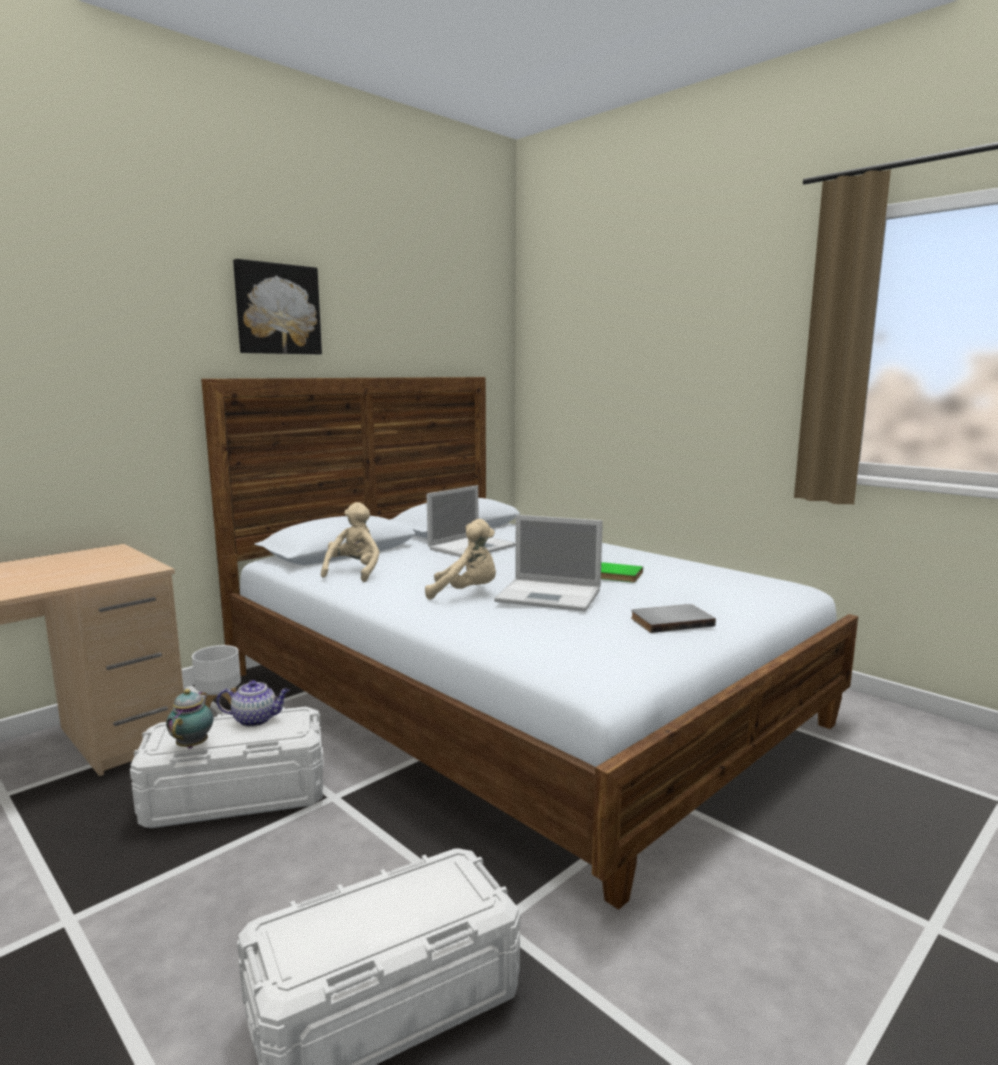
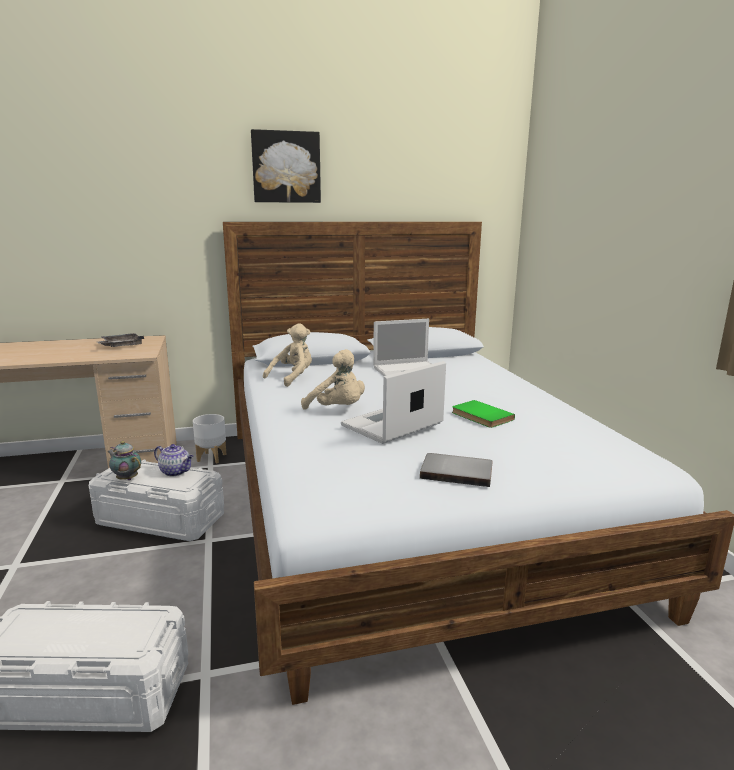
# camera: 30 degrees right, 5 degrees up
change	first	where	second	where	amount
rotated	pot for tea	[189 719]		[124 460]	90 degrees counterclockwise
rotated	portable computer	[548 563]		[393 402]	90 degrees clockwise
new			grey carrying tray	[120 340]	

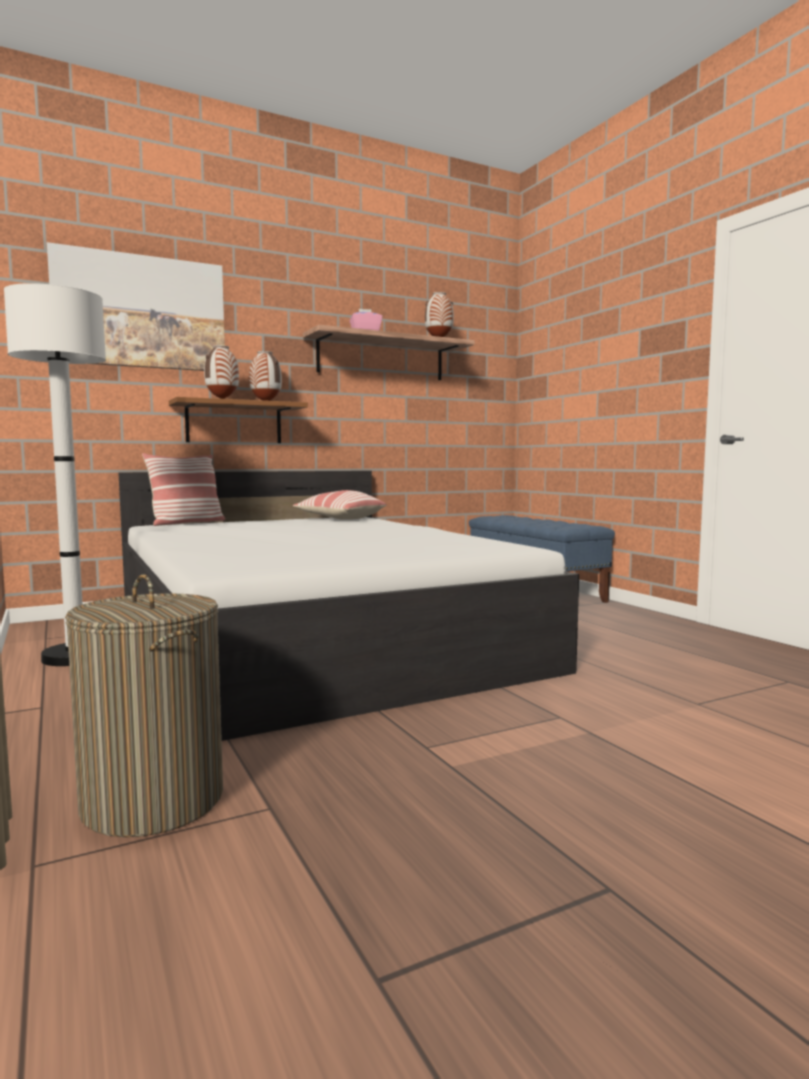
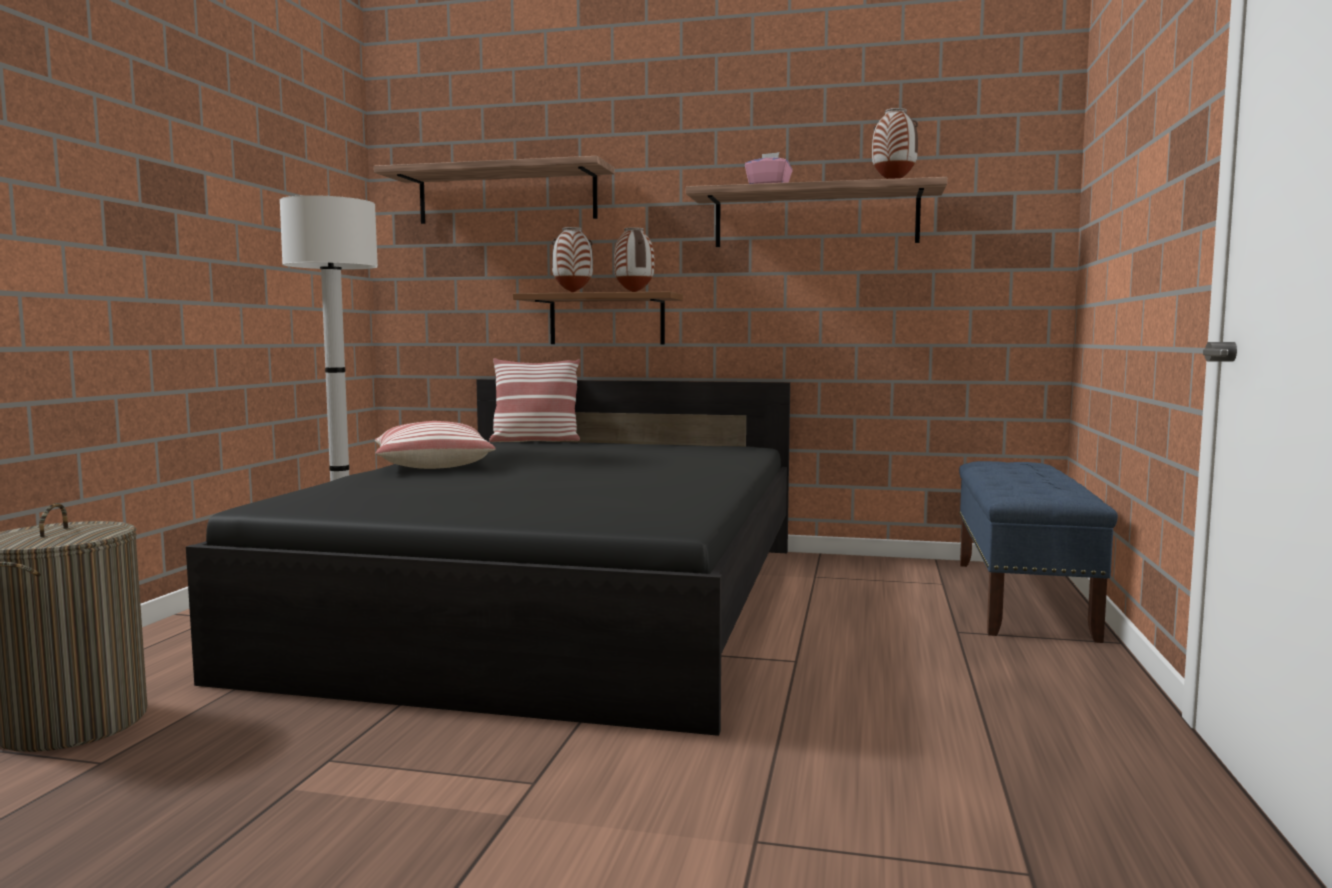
# camera: 40 degrees right, 0 degrees up
change	first	where	second	where	amount
swapped	wall picture	[136 306]	shelf	[494 190]	
repainted	white bed	[349 606]	blackish bed	[488 557]	
shifted	throw pillow	[340 505]		[435 445]	

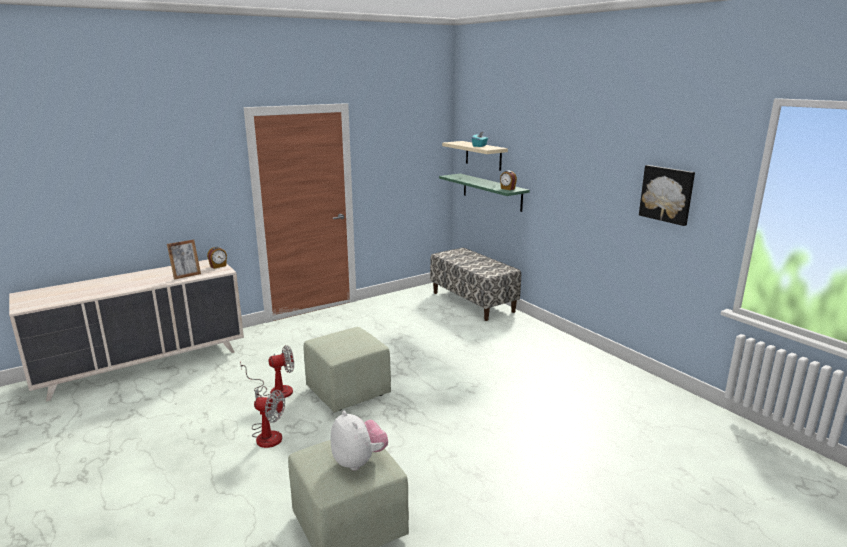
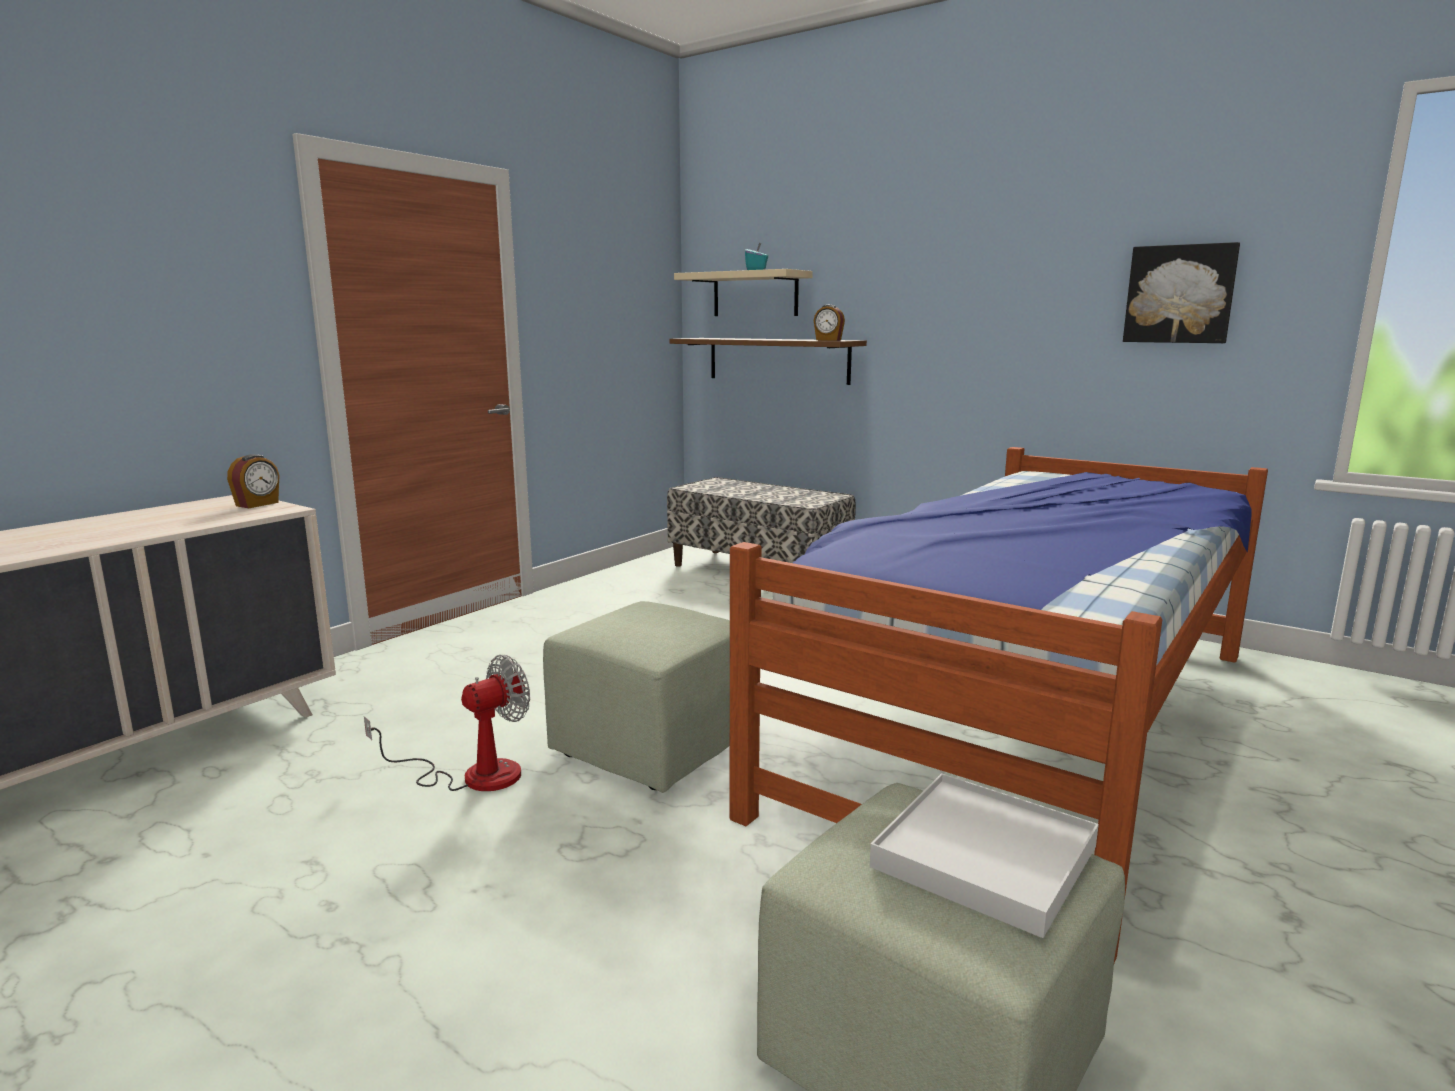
# camera: 20 degrees left, 5 degrees down
change	first	where	second	where	amount
gone	standing frame	[184 259]			
gone	electric fan	[268 418]			
swapped	soft toy	[359 441]	white carrying tray	[984 855]	
repainted	green-coloured shelf	[484 193]	brown-coloured shelf	[768 361]	
new			bed	[999 705]	

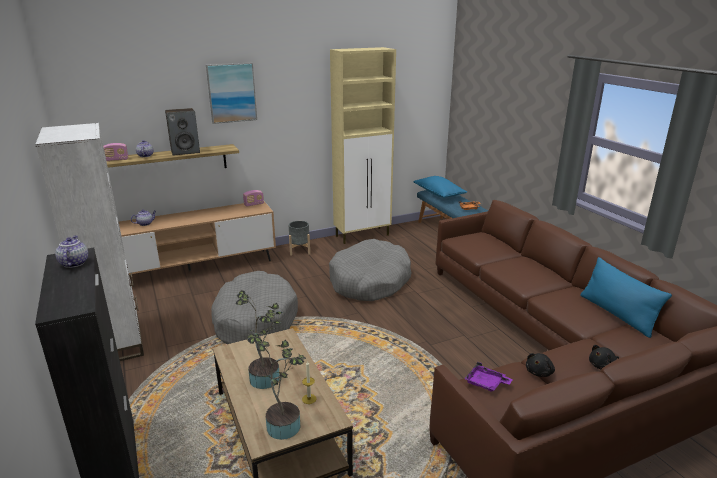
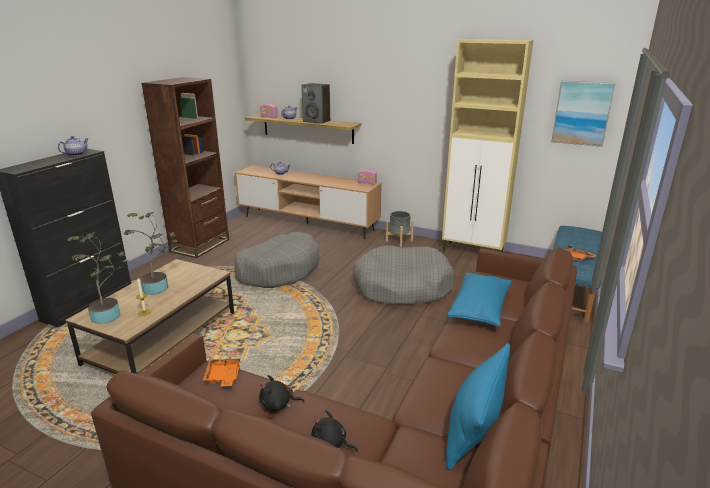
# camera: 50 degrees right, 0 degrees up
change	first	where	second	where	amount
repainted	white bookcase	[89 242]	brown-coloured bookcase	[185 167]	
shifted	wall picture	[231 93]		[583 114]	
shifted	blue throw pillow	[440 187]		[479 300]	
repainted	purple-coloured carrying tray	[488 377]	orange carrying tray	[221 372]	

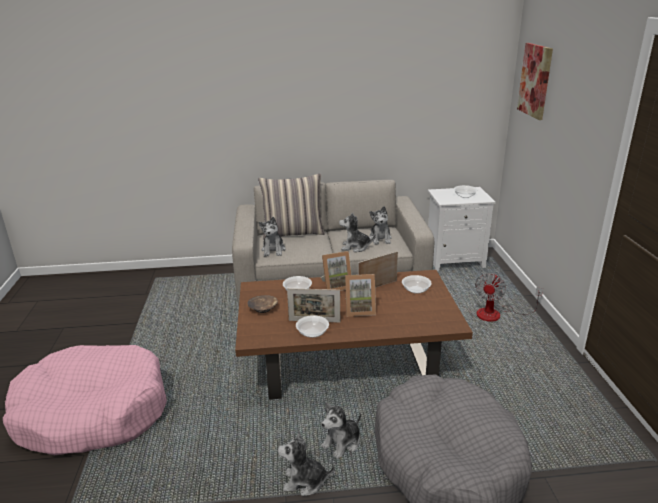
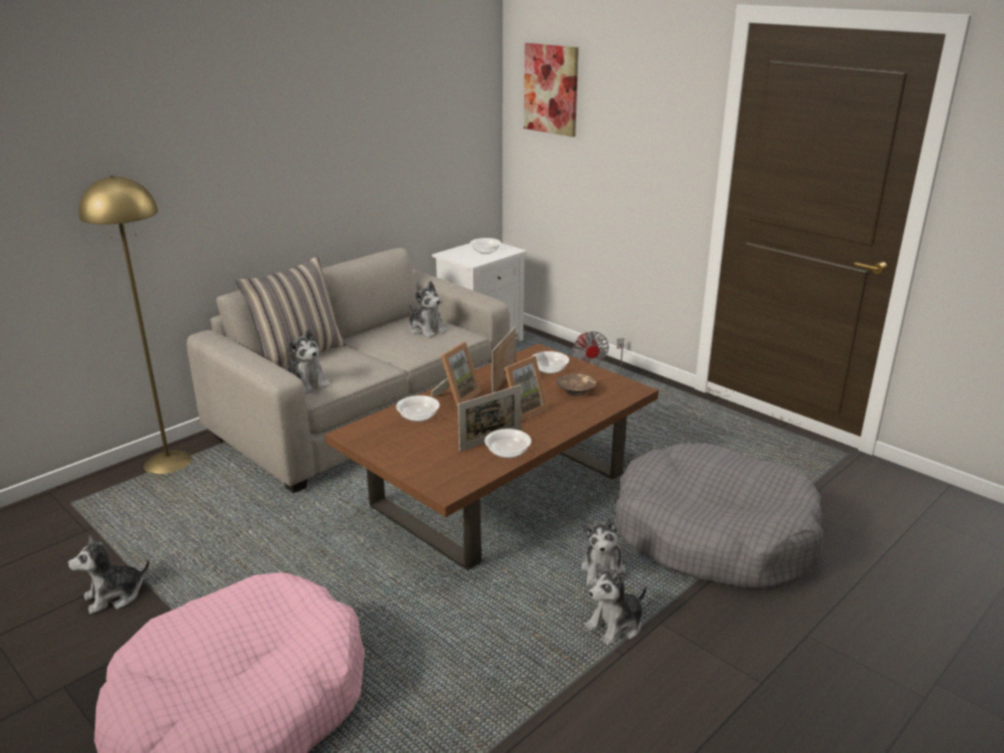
# camera: 40 degrees left, 0 degrees up
change	first	where	second	where	amount
shifted	brown-coloured bowl	[263 304]		[576 385]	
shifted	soft toy	[357 232]		[109 574]	
new			yellow floor lamp	[135 324]	

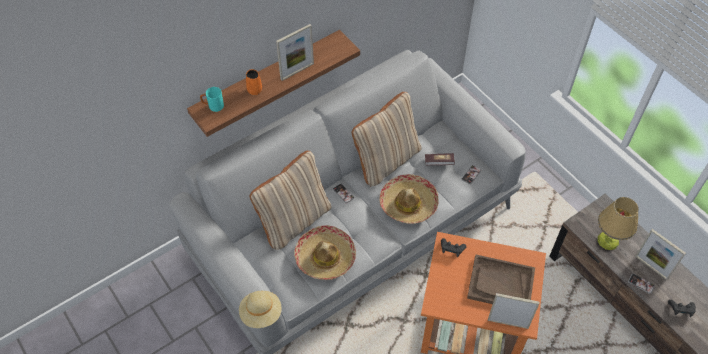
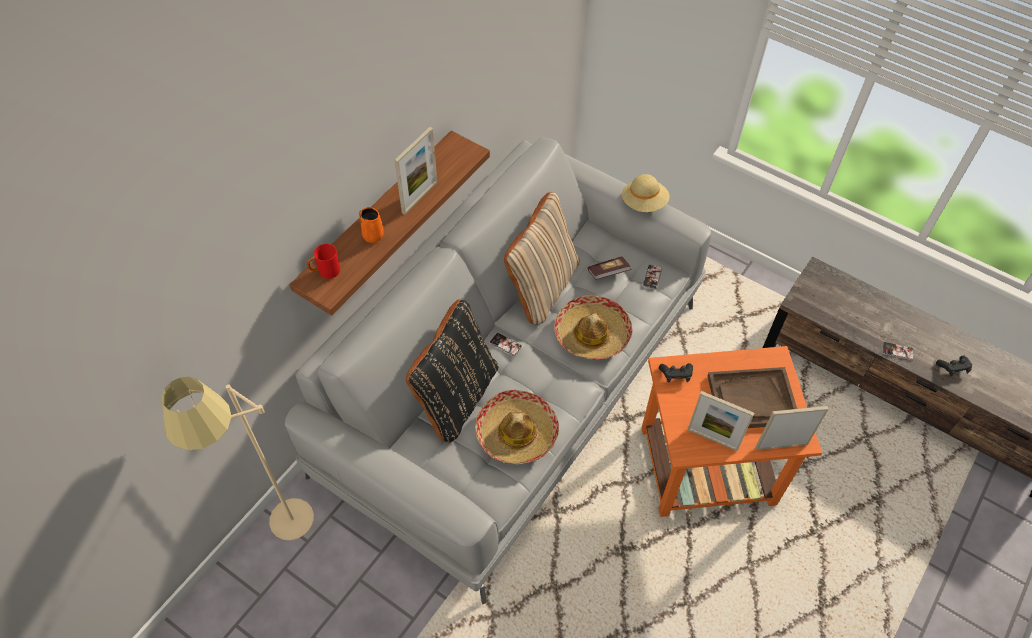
# camera: 20 degrees left, 0 degrees up
change	first	where	second	where	amount
repainted	turquoise mug	[212 99]	reddish mug	[323 261]	
shifted	beige-coloured clothing hat	[260 309]		[646 193]	
repainted	beige-coloured throw pillow	[290 200]	blackish throw pillow	[452 371]	
gone	table lamp	[618 223]			
shifted	standing frame	[660 254]		[721 421]	
new			beige-coloured floor lamp	[238 458]	

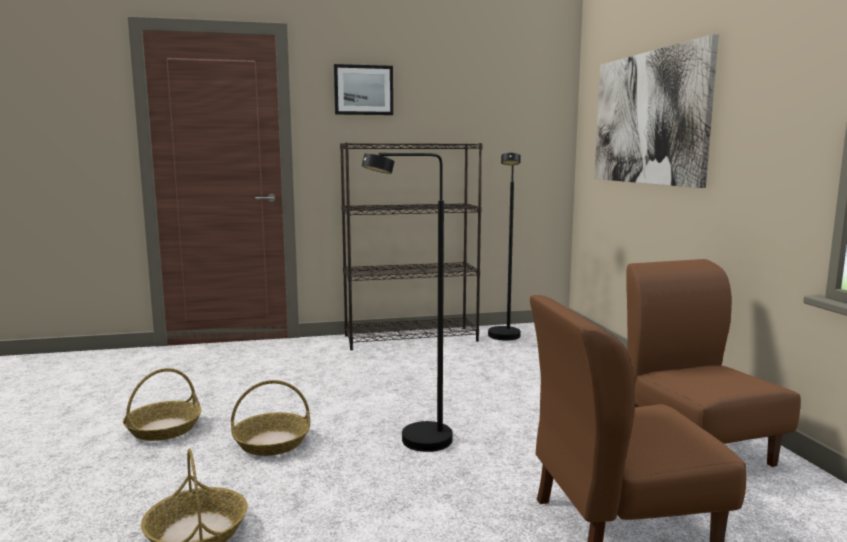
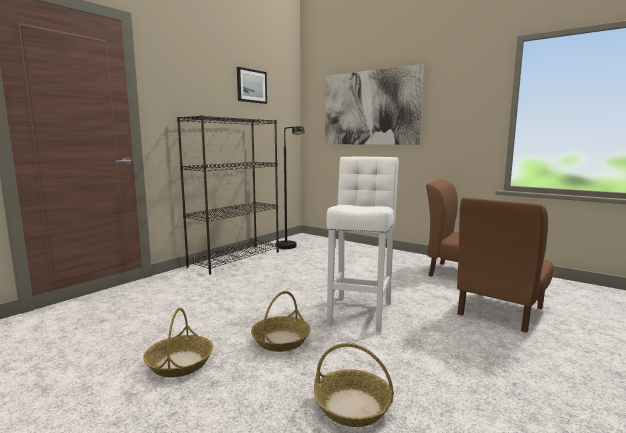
# camera: 40 degrees left, 0 degrees up
change	first	where	second	where	amount
shifted	wall picture	[363 89]		[252 85]	
swapped	blackish floor lamp	[407 302]	white stool seat	[363 244]	

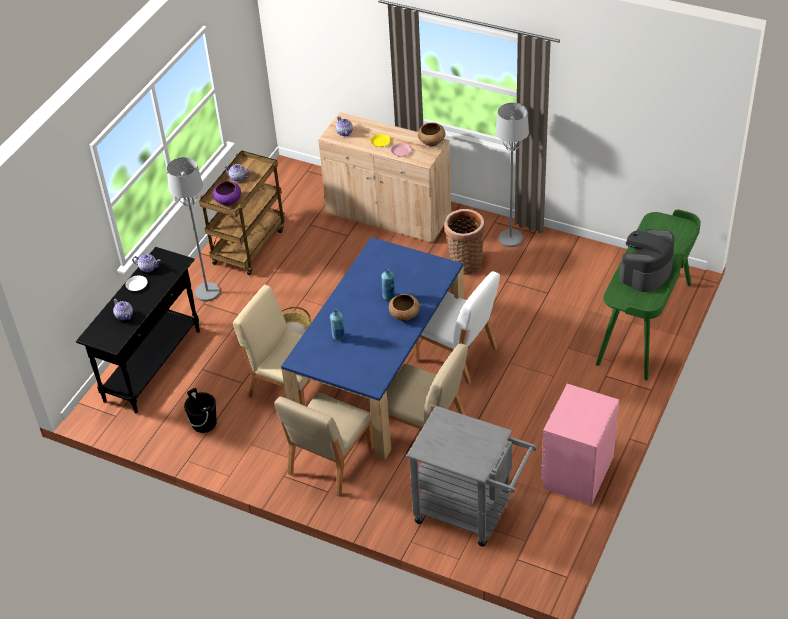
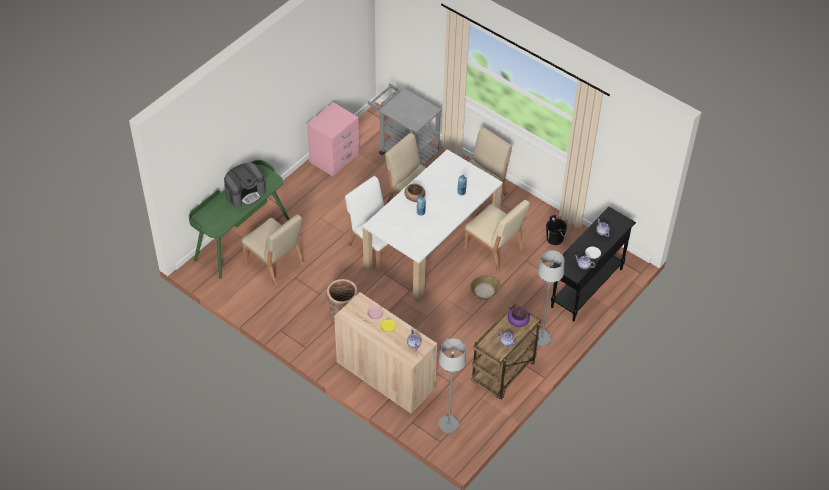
# camera: 170 degrees left, 5 degrees up
change	first	where	second	where	amount
repainted	blue dinner table	[372 349]	white dinner table	[433 225]	
gone	brown-coloured bowl	[431 135]			
shifted	grey floor lamp	[512 175]		[452 385]	
new			beige-coloured plain chair	[273 250]	

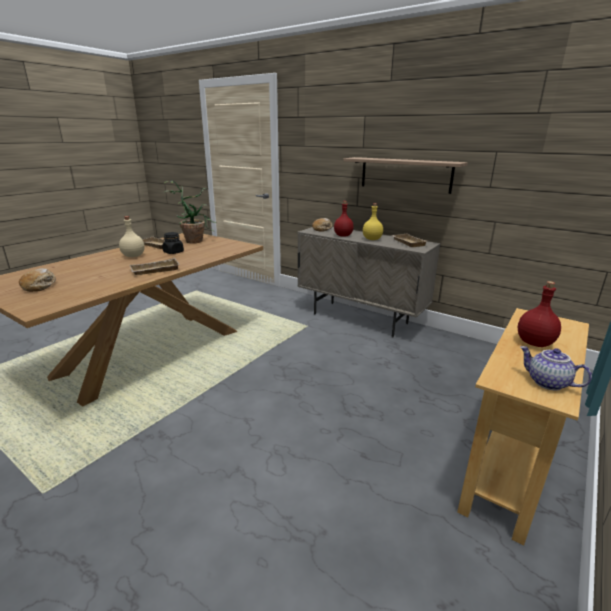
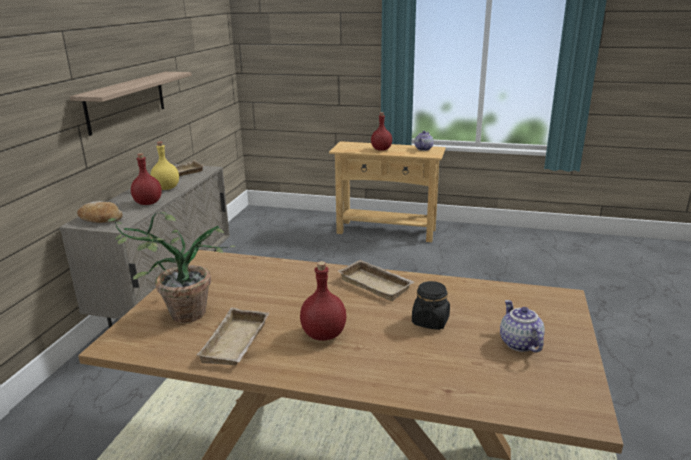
# camera: 110 degrees left, 0 degrees up
change	first	where	second	where	amount
swapped	bread	[37 280]	pot for tea	[522 326]	
repainted	beige-coloured drink bottle	[132 236]	reddish drink bottle	[323 300]	
shifted	blackish preserve jar	[173 243]		[431 305]	

